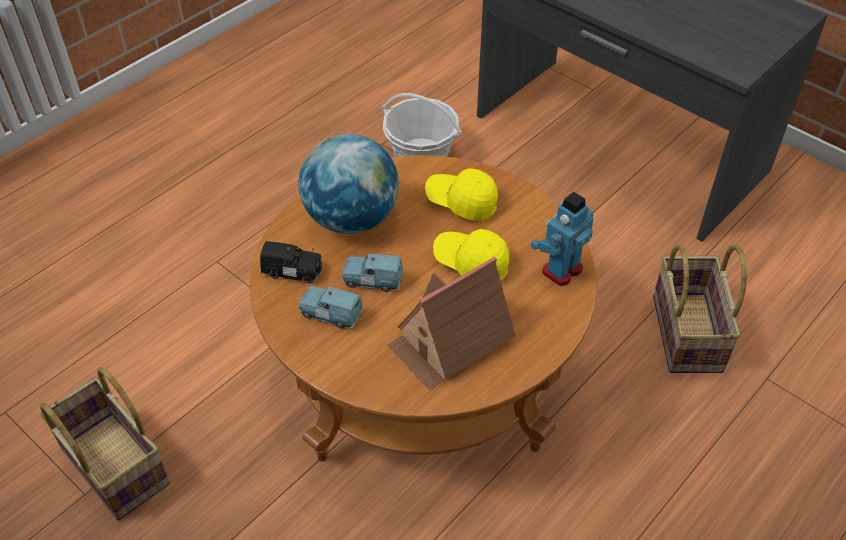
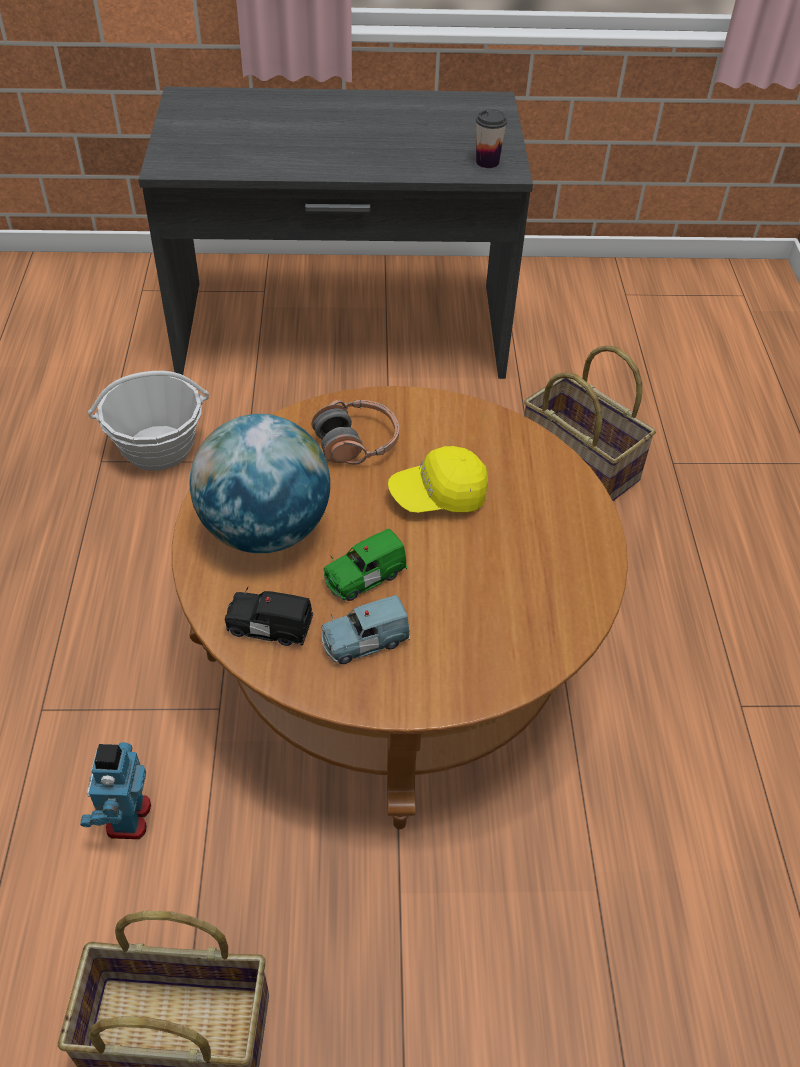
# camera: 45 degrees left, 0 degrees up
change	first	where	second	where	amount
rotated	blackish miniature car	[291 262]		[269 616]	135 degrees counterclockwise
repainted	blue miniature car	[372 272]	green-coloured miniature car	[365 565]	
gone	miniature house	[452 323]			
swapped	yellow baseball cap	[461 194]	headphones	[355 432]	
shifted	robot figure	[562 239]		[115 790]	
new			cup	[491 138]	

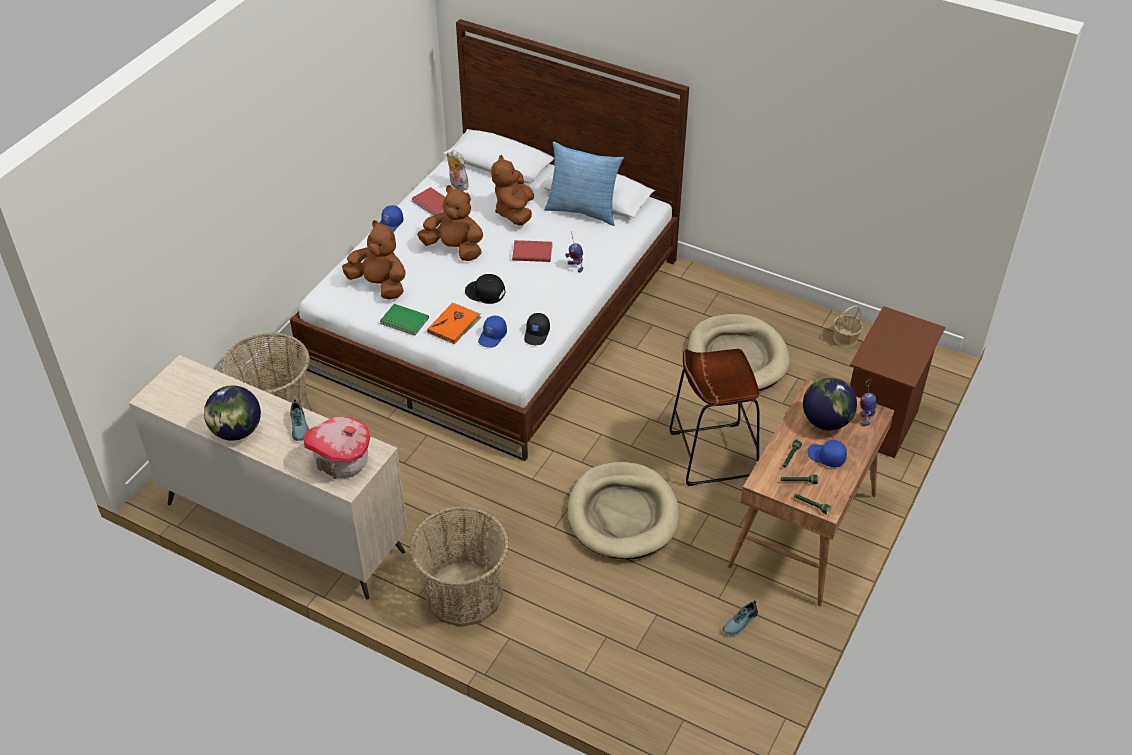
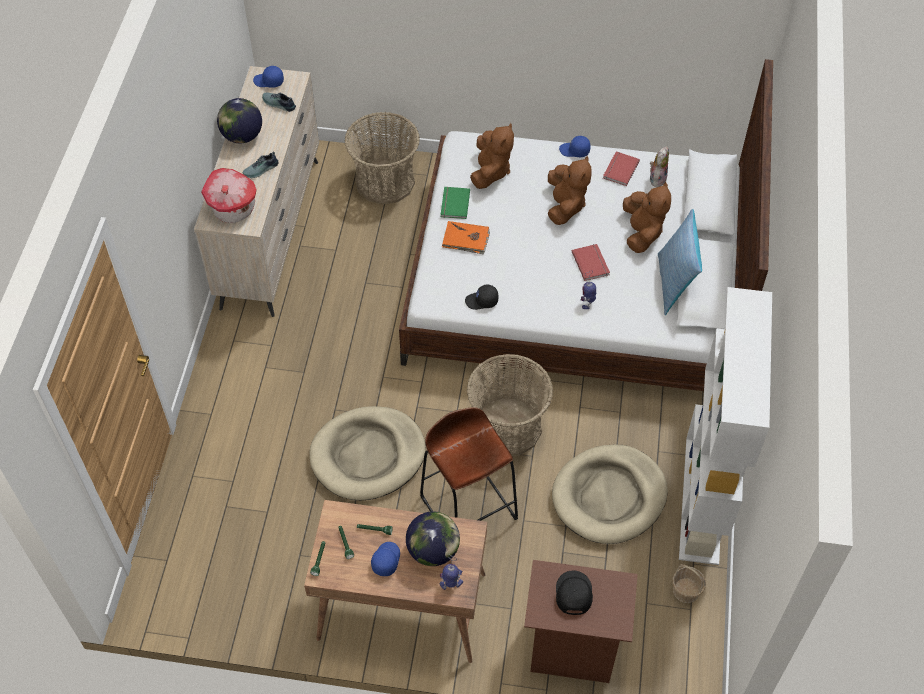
# camera: 70 degrees right, 10 degrees up
change	first	where	second	where	amount
shifted	storage basket	[459 566]		[510 405]	
shifted	blackish baseball cap	[485 289]		[574 593]	
shifted	blue baseball cap	[492 331]		[268 77]	
rotated	brown-coloured soft toy	[512 190]		[647 217]	105 degrees clockwise
shifted	low shoe	[740 617]		[279 102]	
new			white bookcase	[725 426]	

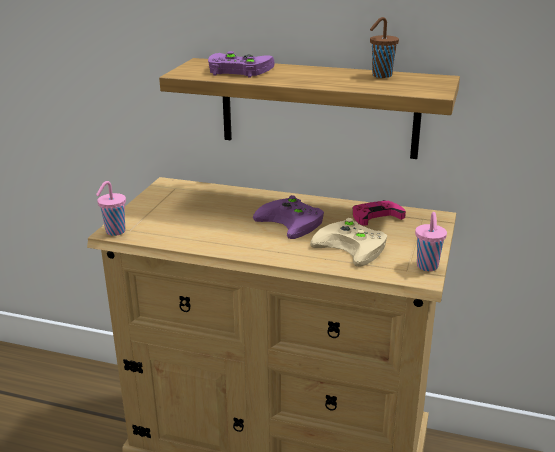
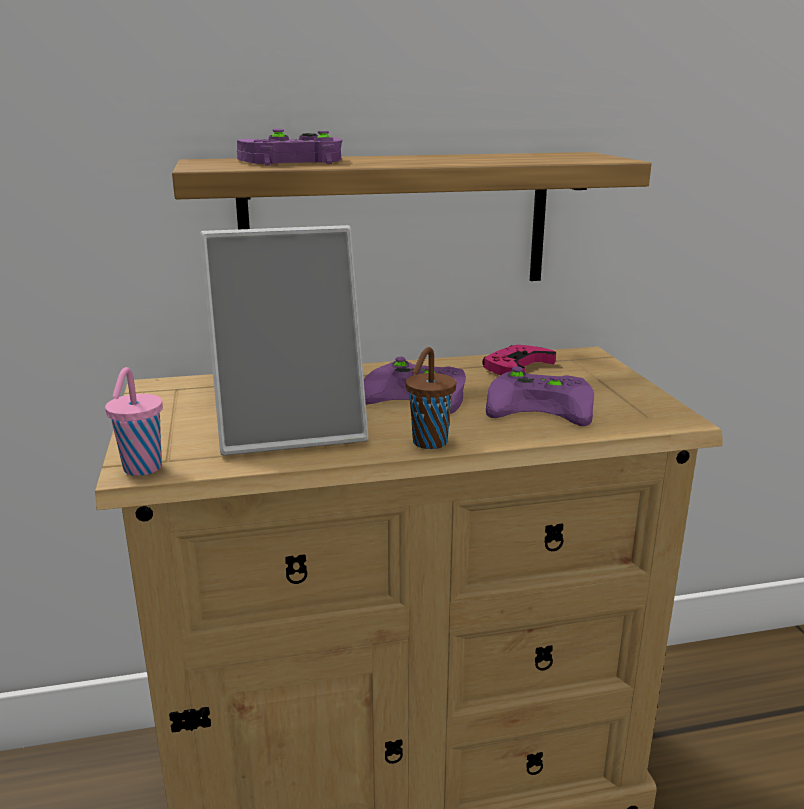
# camera: 30 degrees left, 5 degrees down
change	first	where	second	where	amount
repainted	beige-coloured joypad	[348 242]	purple-coloured joypad	[540 396]	
shifted	brown-coloured cup	[384 47]		[431 398]	
gone	pink-coloured cup	[431 241]			
new			standing frame	[284 340]	

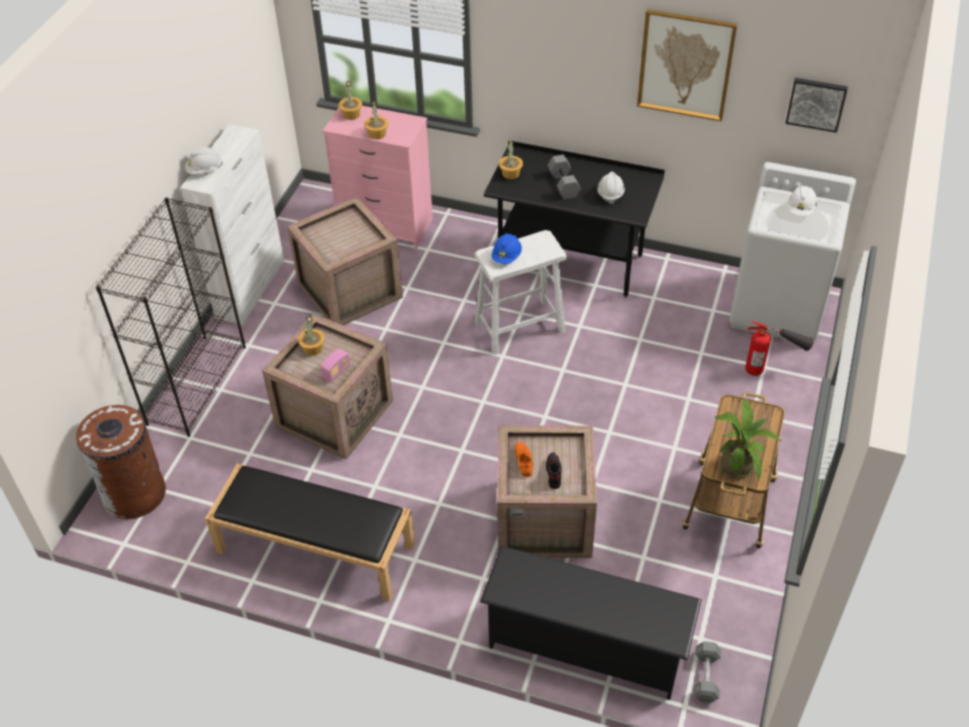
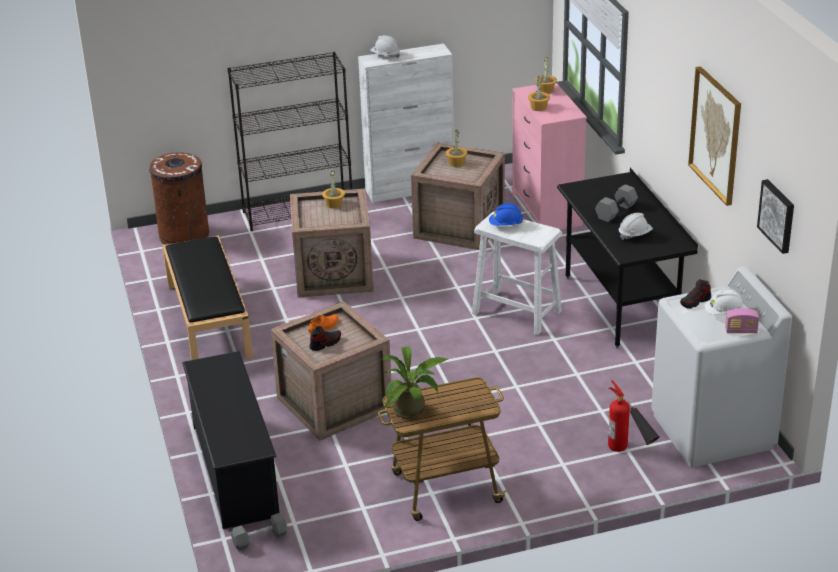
# camera: 55 degrees right, 15 degrees down
change	first	where	second	where	amount
shifted	radio set	[335 366]		[742 320]	
shifted	potted plant	[511 160]		[457 148]	
new			low shoe	[695 294]	

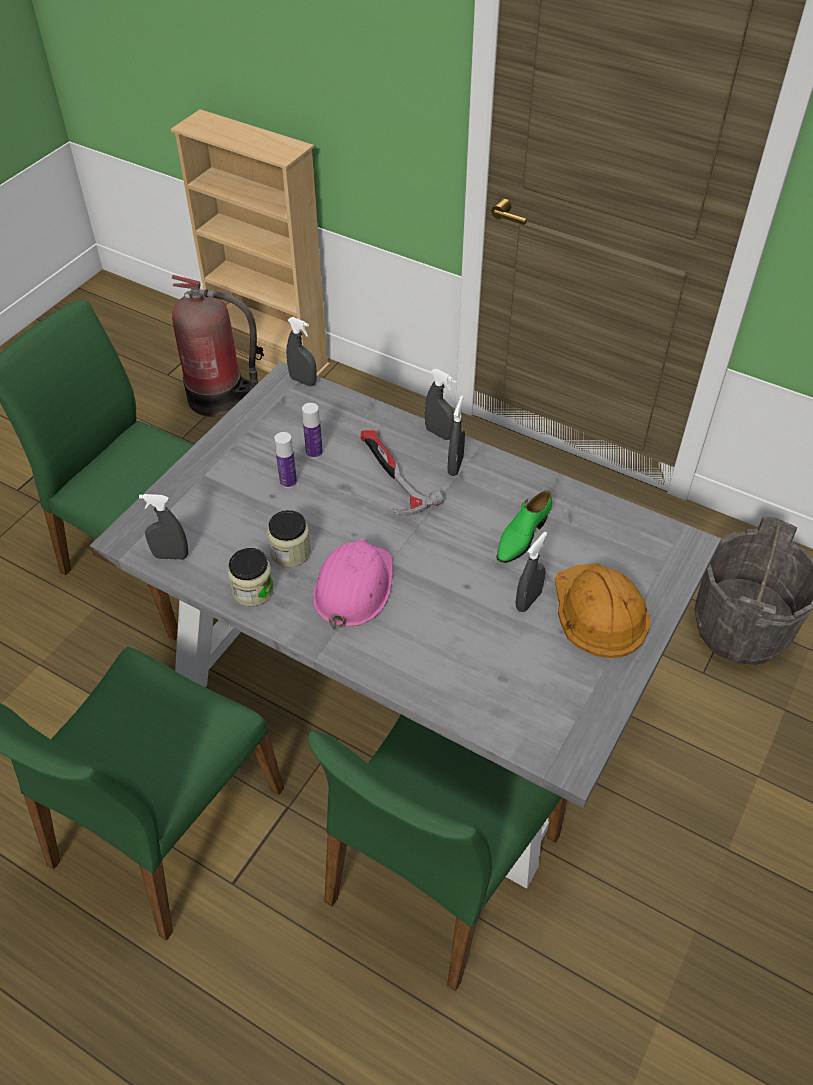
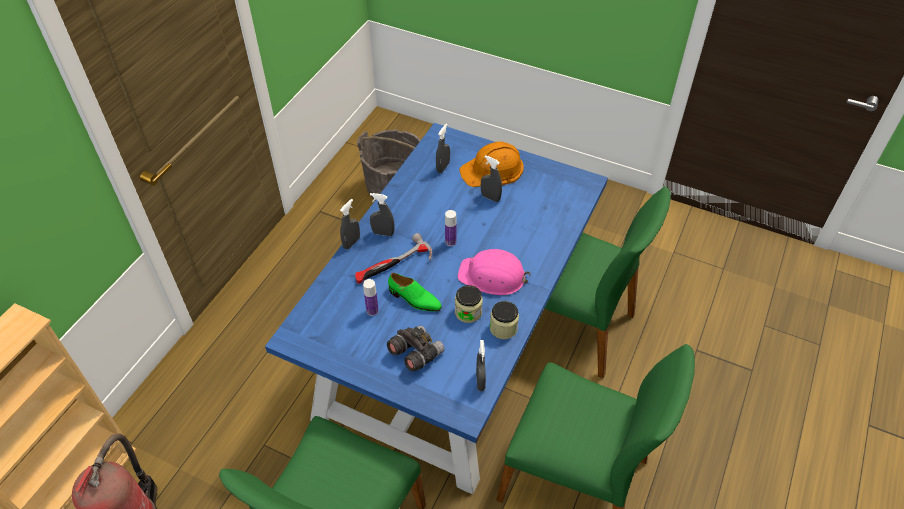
# camera: 95 degrees left, 0 degrees up
change	first	where	second	where	amount
repainted	grey dinner table	[405 625]	blue dinner table	[436 309]	
shifted	drink bottle	[285 460]		[451 228]	
shifted	grey hand sprayer	[301 351]		[443 148]	
shifted	green-coloured low shoe	[524 527]		[415 292]	
new			grey pair of binoculars	[415 348]	

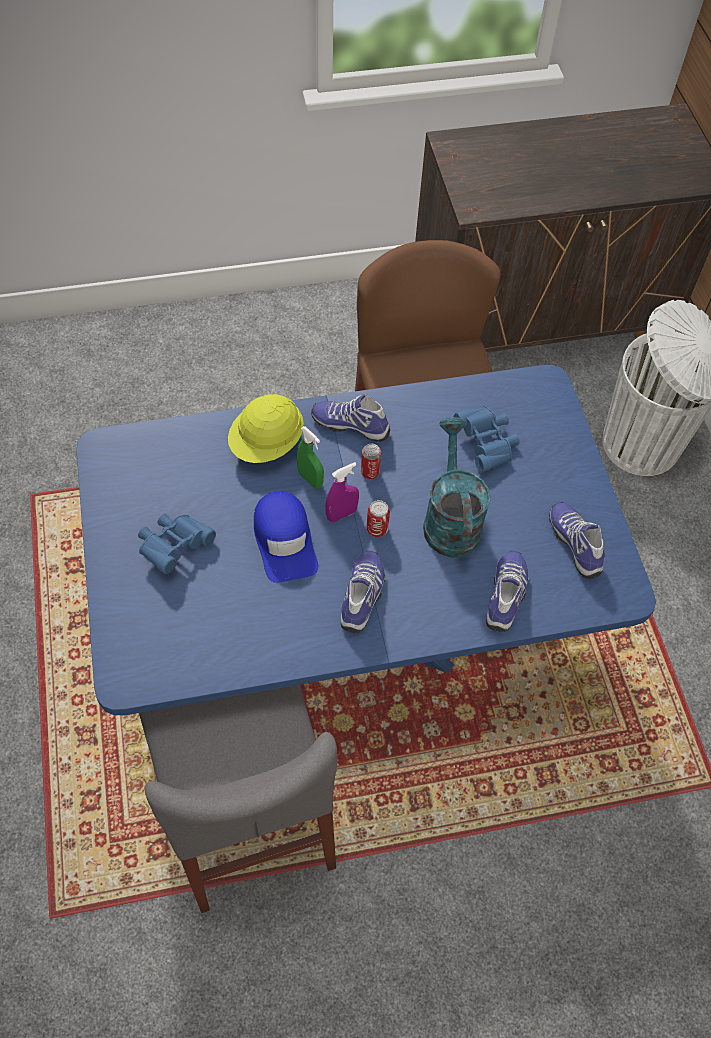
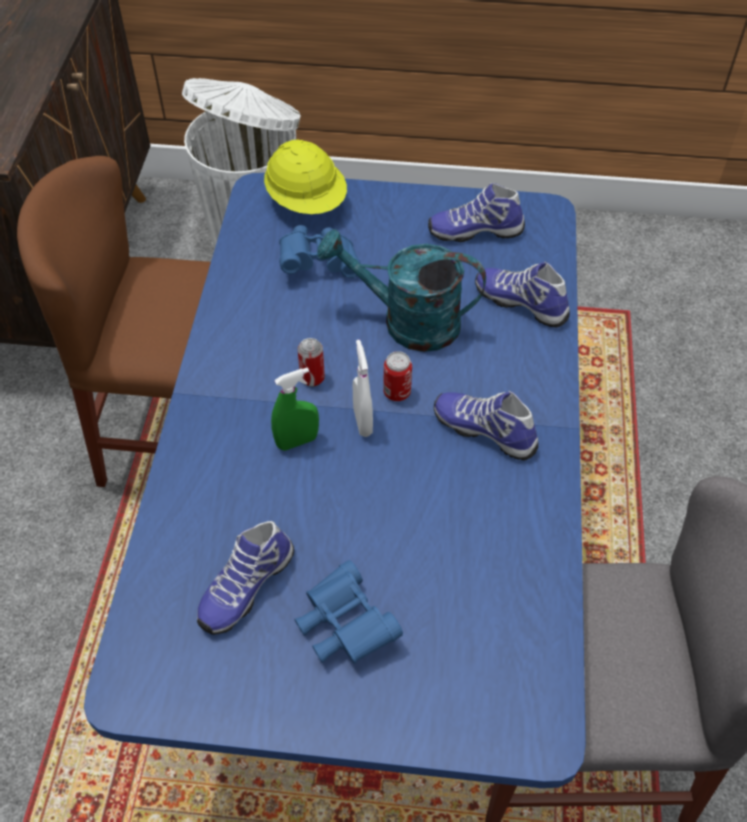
# camera: 70 degrees left, 5 degrees down
change	first	where	second	where	amount
shifted	yellow hard hat	[266 428]		[305 176]	
gone	blue baseball cap	[286 537]			
shifted	low shoe	[350 418]		[245 578]	
repainted	purple-coloured hand sprayer	[342 492]	white hand sprayer	[363 388]	

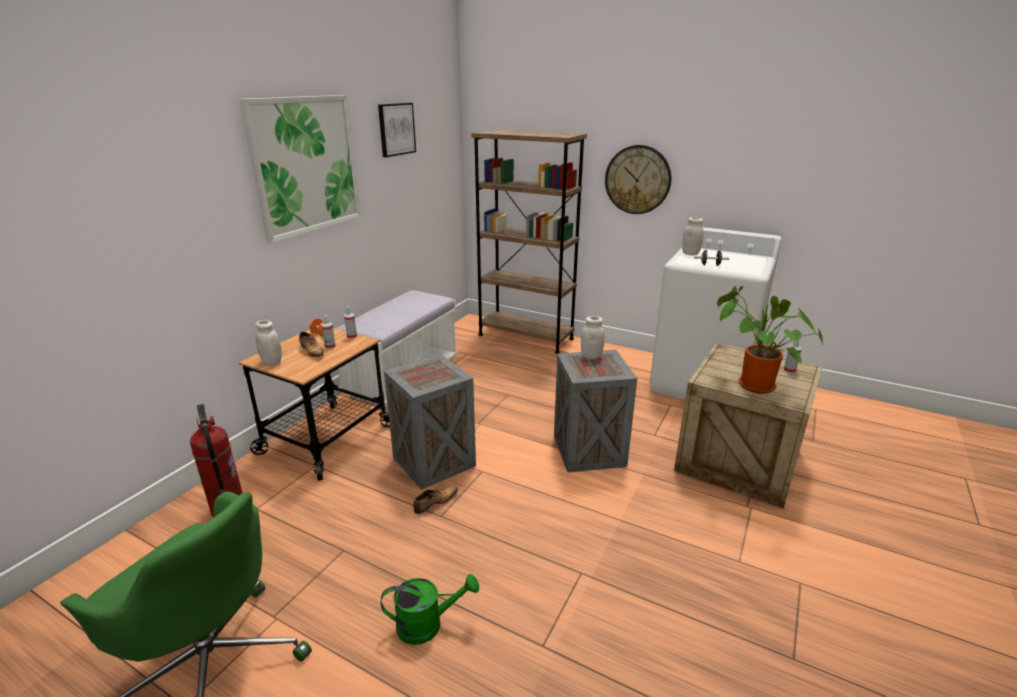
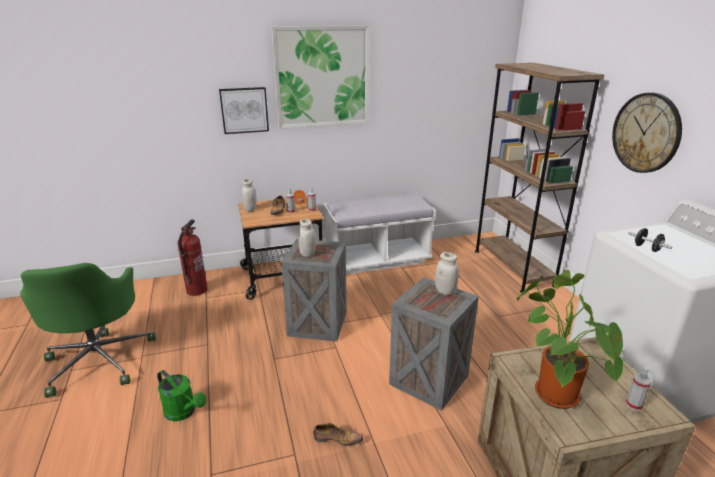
# camera: 45 degrees right, 0 degrees up
change	first	where	second	where	amount
shifted	wall picture	[397 130]		[244 110]	
shifted	low shoe	[435 500]		[338 434]	
shifted	white preserve jar	[692 236]		[307 238]	

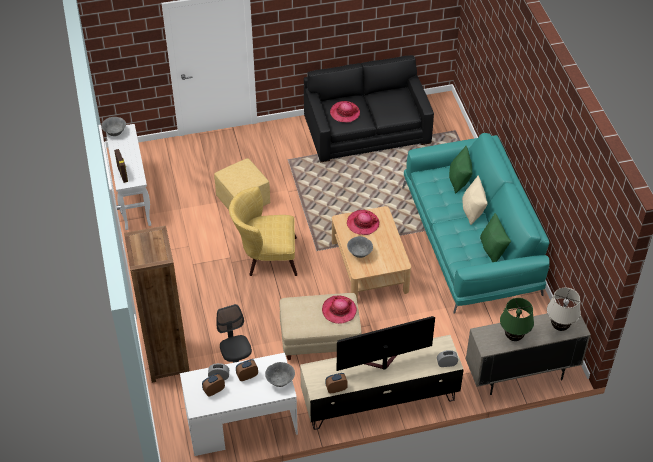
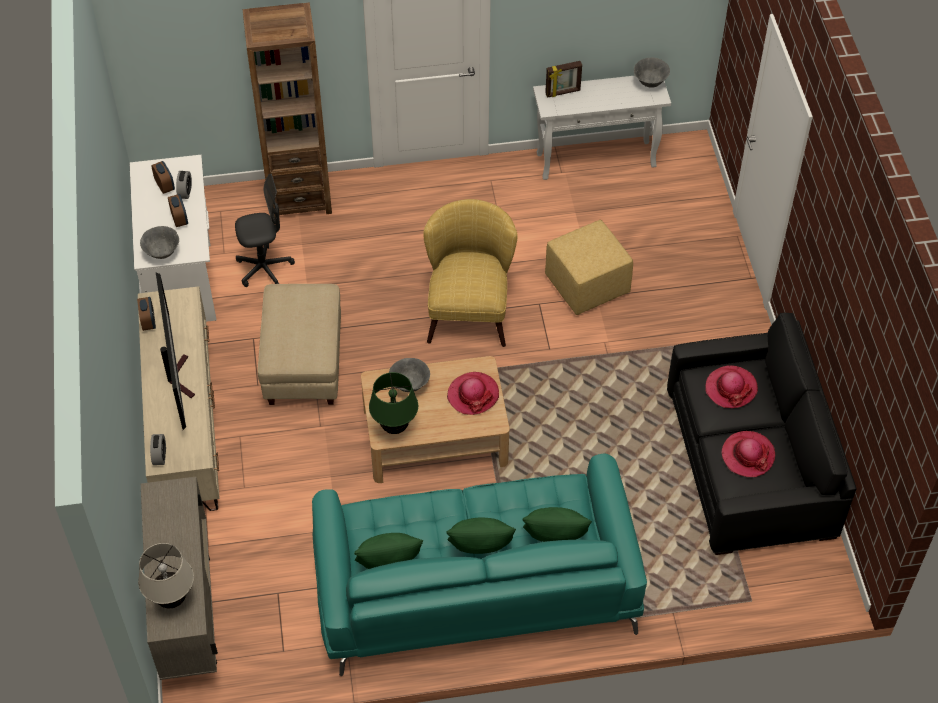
# camera: 95 degrees right, 5 degrees up
change	first	where	second	where	amount
shifted	clothing hat	[339 309]		[748 454]	
repainted	beige-coloured throw pillow	[475 200]	green-coloured throw pillow	[481 536]	
shifted	green-coloured table lamp	[517 319]		[393 403]	

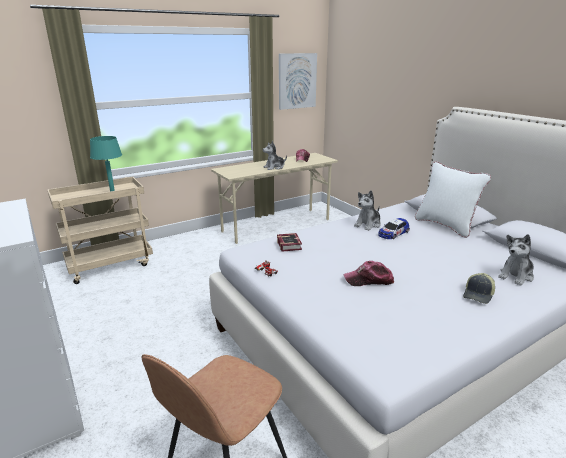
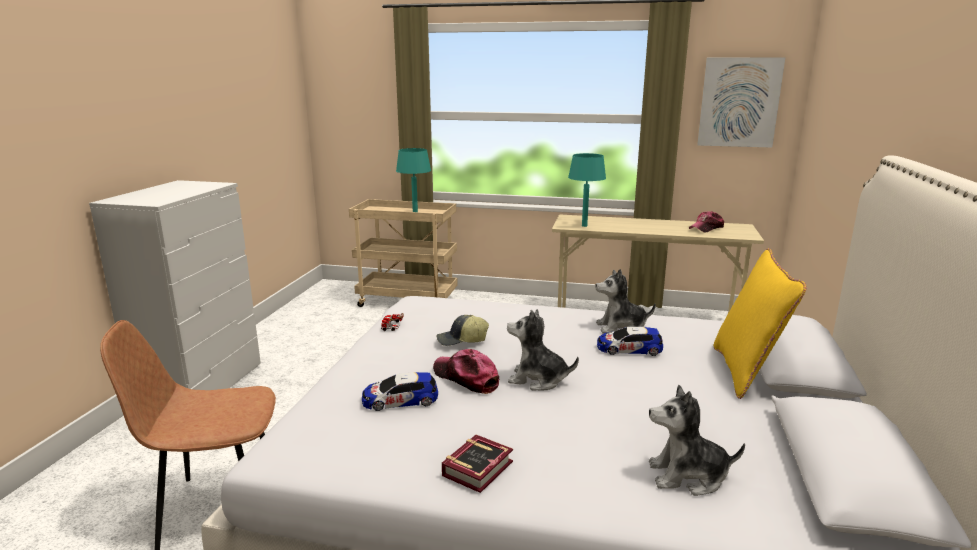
# camera: 45 degrees right, 5 degrees down
change	first	where	second	where	amount
shifted	soft toy	[275 155]		[543 350]	
shifted	book	[289 242]		[477 464]	
repainted	white throw pillow	[453 199]	yellow throw pillow	[760 323]	
shifted	baseball cap	[479 288]		[462 330]	
new			miniature car	[400 391]	
new			turquoise table lamp	[587 190]	

